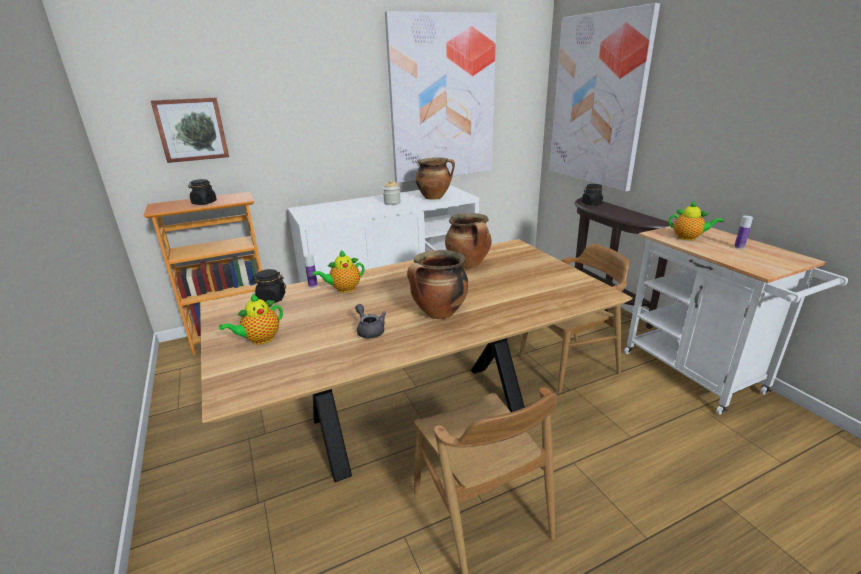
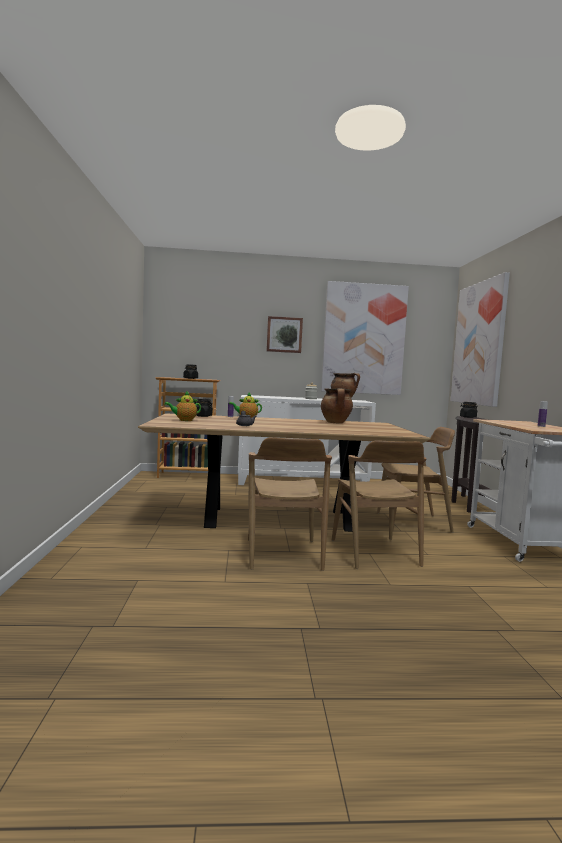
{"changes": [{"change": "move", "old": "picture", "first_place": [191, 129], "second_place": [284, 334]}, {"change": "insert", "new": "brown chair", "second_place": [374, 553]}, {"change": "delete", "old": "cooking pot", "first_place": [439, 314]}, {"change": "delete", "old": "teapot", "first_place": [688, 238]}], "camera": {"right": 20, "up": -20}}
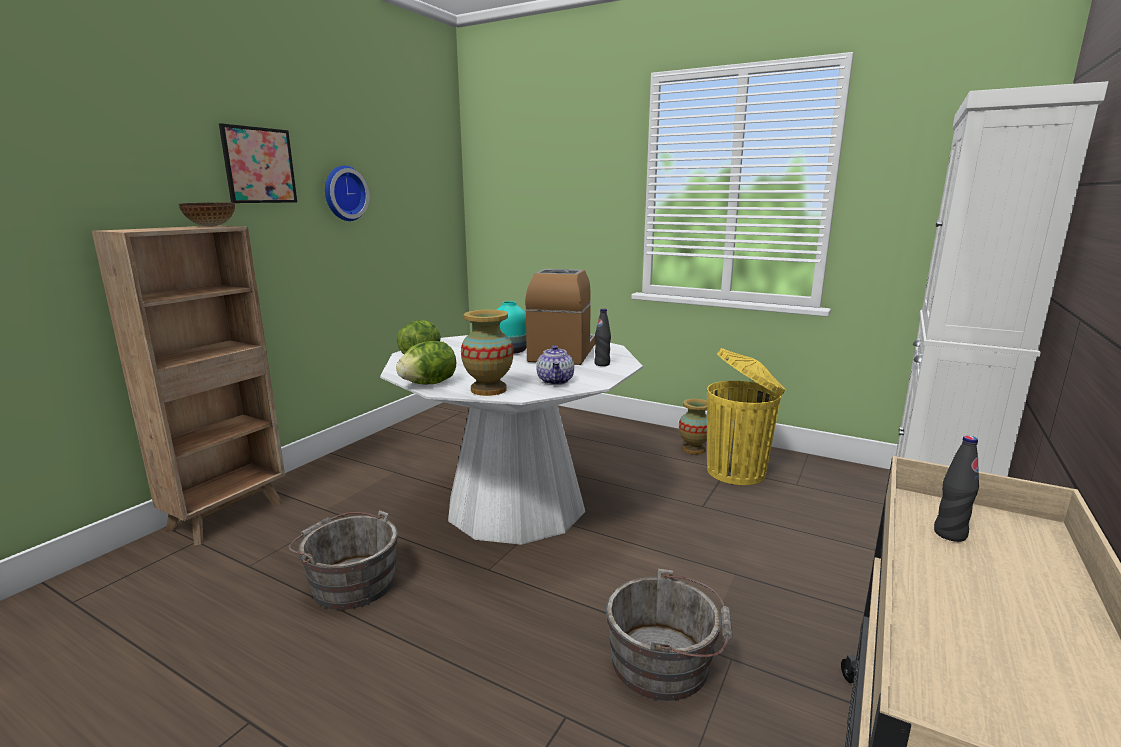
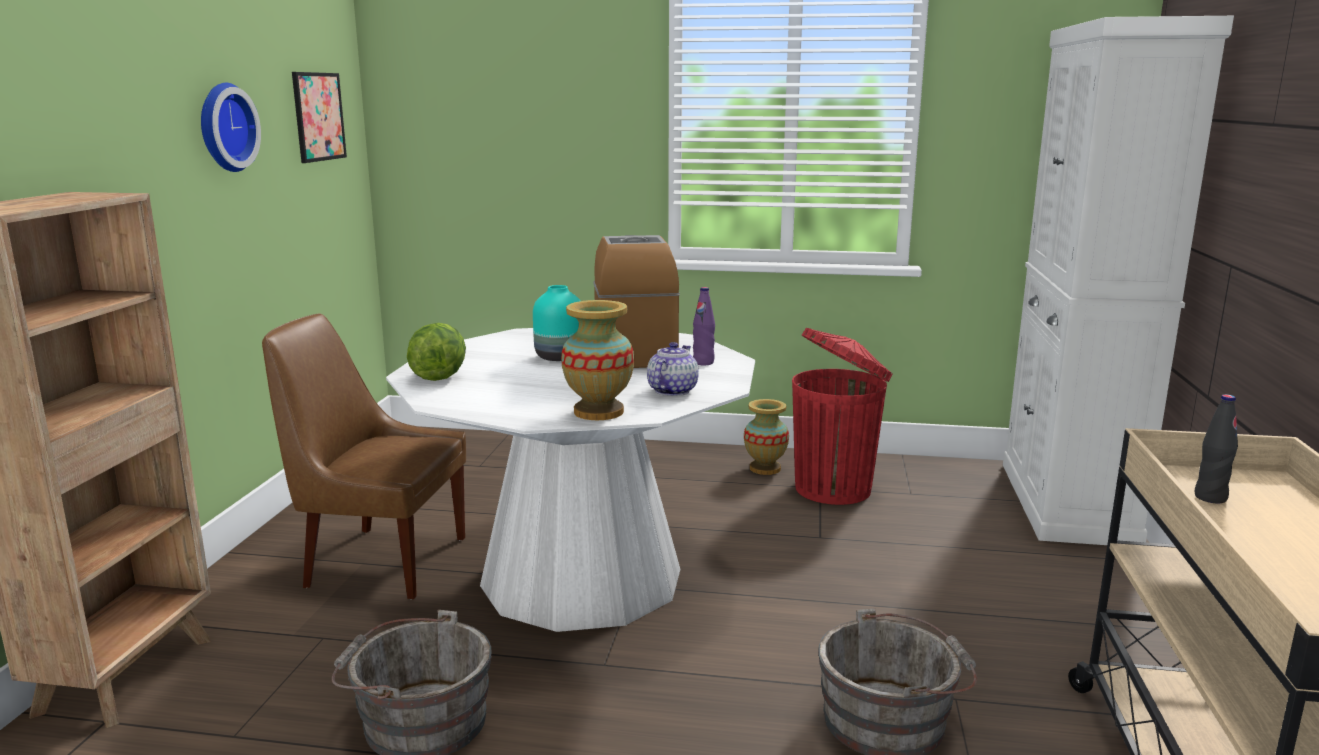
{"changes": [{"change": "insert", "new": "brown chair", "second_place": [381, 561]}, {"change": "move", "old": "picture", "first_place": [259, 165], "second_place": [318, 116]}, {"change": "rotate", "old": "teapot", "first_place": [556, 381], "second_place": [672, 391], "degrees": -135}, {"change": "recolor", "old": "black bottle", "new": "purple bottle", "first_place": [602, 364], "second_place": [703, 362]}, {"change": "recolor", "old": "yellow trash can", "new": "red trash can", "first_place": [738, 471], "second_place": [835, 488]}, {"change": "delete", "old": "bowl", "first_place": [210, 226]}, {"change": "delete", "old": "lettuce", "first_place": [429, 384]}], "camera": {"right": -20, "up": 0}}
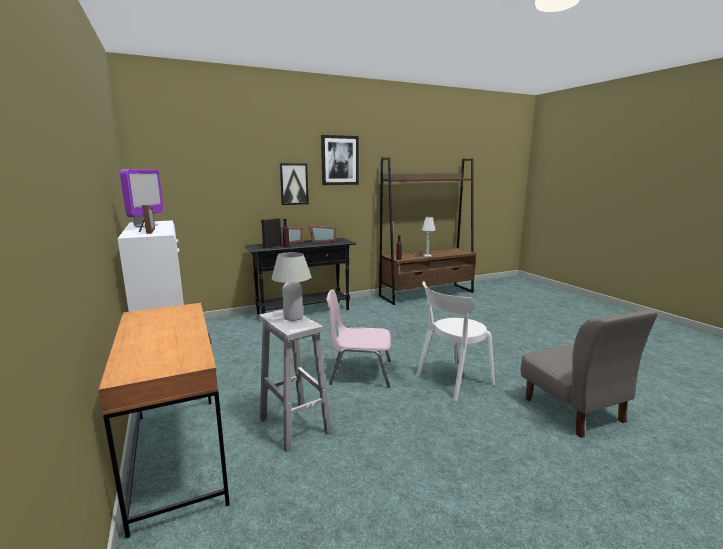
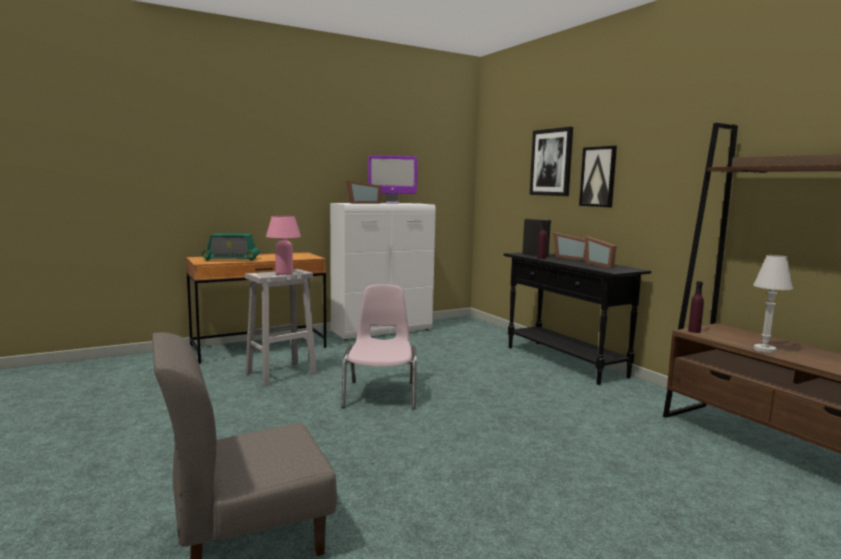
{"changes": [{"change": "insert", "new": "radio", "second_place": [231, 259]}, {"change": "recolor", "old": "white table lamp", "new": "pink table lamp", "first_place": [293, 318], "second_place": [284, 273]}, {"change": "move", "old": "picture", "first_place": [339, 160], "second_place": [551, 162]}, {"change": "delete", "old": "white chair", "first_place": [452, 381]}], "camera": {"right": 85, "up": -5}}
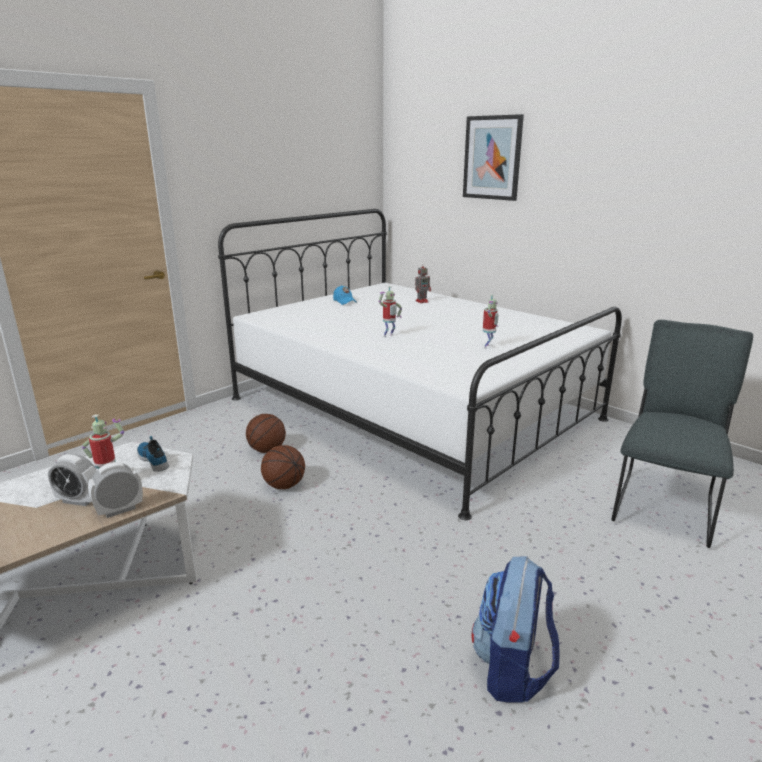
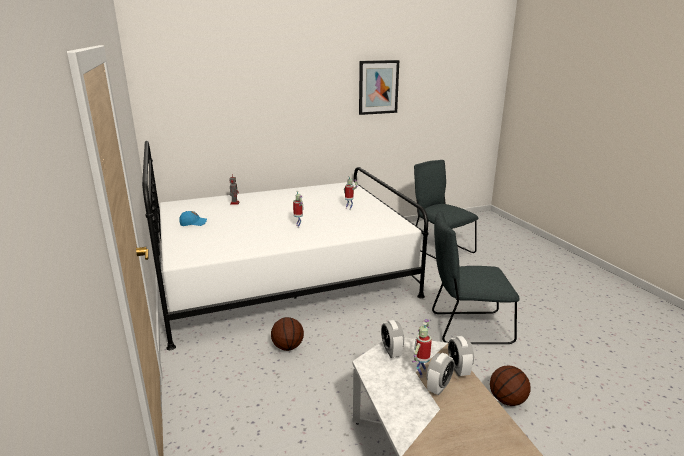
{"changes": [{"change": "move", "old": "picture", "first_place": [492, 158], "second_place": [378, 87]}, {"change": "replace", "old": "shoe", "new": "alarm clock", "first_place": [154, 459], "second_place": [391, 351]}, {"change": "insert", "new": "grey chair", "second_place": [466, 328]}, {"change": "move", "old": "basketball", "first_place": [284, 485], "second_place": [507, 400]}, {"change": "delete", "old": "backpack", "first_place": [512, 669]}], "camera": {"right": -65, "up": 0}}
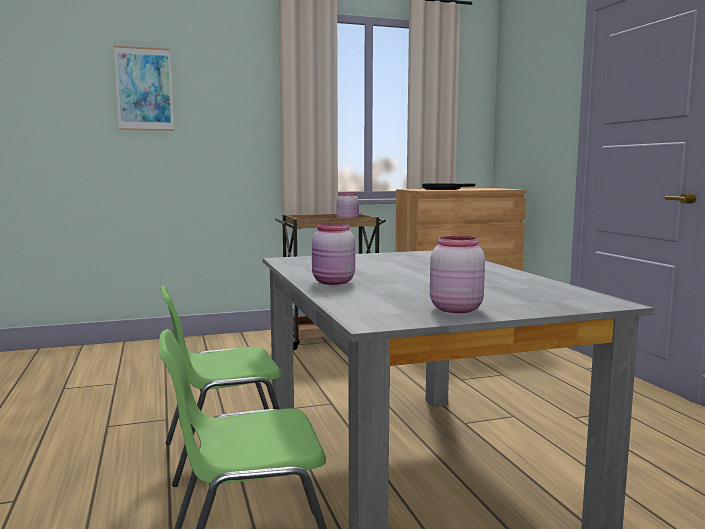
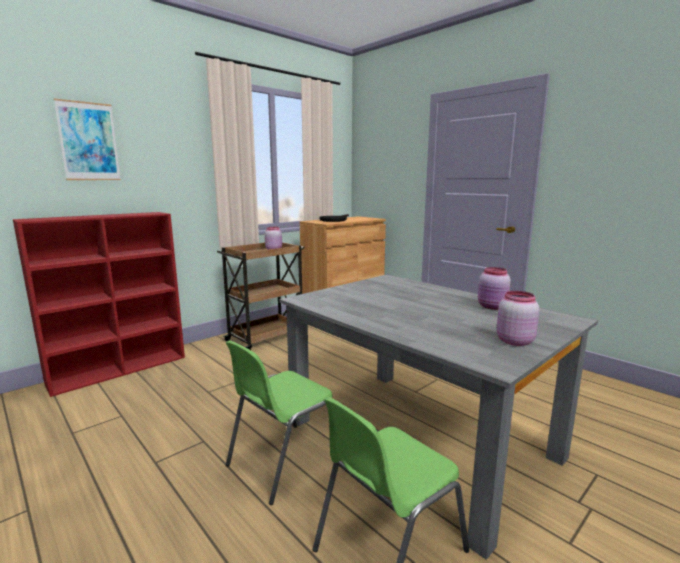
{"changes": [{"change": "insert", "new": "red bookcase", "second_place": [120, 369]}, {"change": "move", "old": "pink jar", "first_place": [333, 282], "second_place": [492, 307]}], "camera": {"right": -25, "up": 5}}
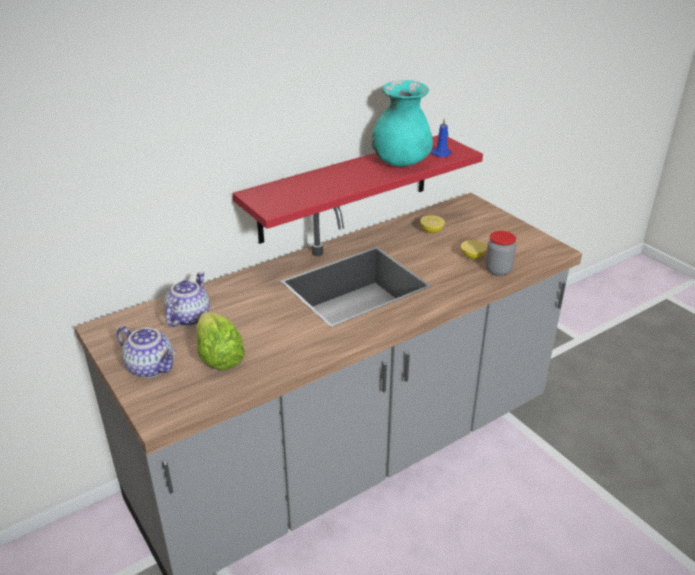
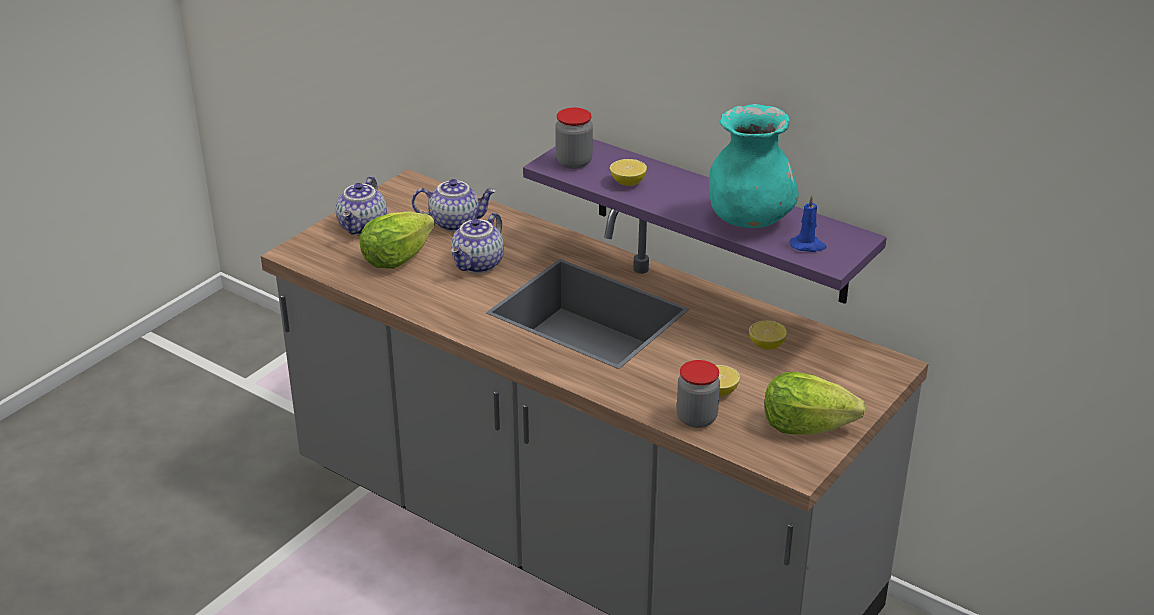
{"changes": [{"change": "insert", "new": "teapot", "second_place": [479, 265]}, {"change": "recolor", "old": "red shelf", "new": "purple shelf", "first_place": [345, 188], "second_place": [720, 219]}, {"change": "insert", "new": "jar", "second_place": [574, 162]}, {"change": "insert", "new": "lemon", "second_place": [628, 183]}, {"change": "insert", "new": "lettuce", "second_place": [805, 426]}], "camera": {"right": 70, "up": 0}}
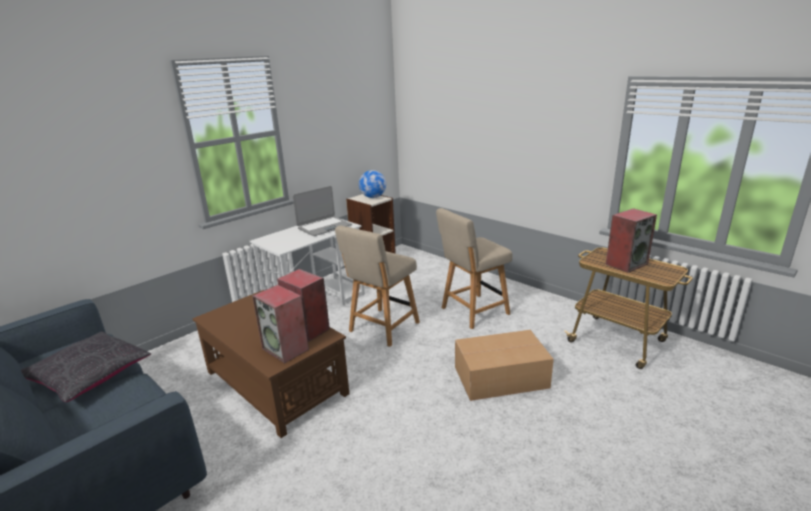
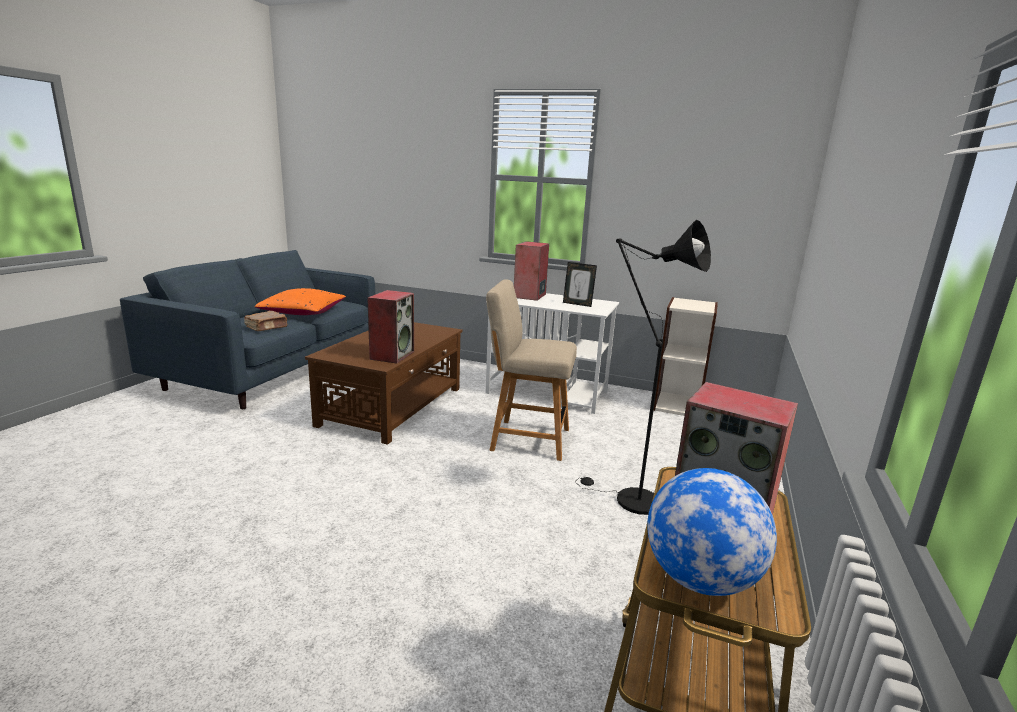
{"changes": [{"change": "insert", "new": "brown book", "second_place": [267, 328]}, {"change": "recolor", "old": "black pillow", "new": "orange pillow", "first_place": [90, 376], "second_place": [303, 313]}, {"change": "move", "old": "speaker", "first_place": [286, 349], "second_place": [530, 296]}, {"change": "replace", "old": "laptop", "new": "picture frame", "first_place": [324, 227], "second_place": [577, 304]}, {"change": "replace", "old": "beige chair", "new": "black floor lamp", "first_place": [472, 312], "second_place": [629, 499]}, {"change": "move", "old": "globe", "first_place": [373, 197], "second_place": [700, 580]}, {"change": "delete", "old": "cardboard box", "first_place": [502, 377]}], "camera": {"right": 65, "up": -5}}
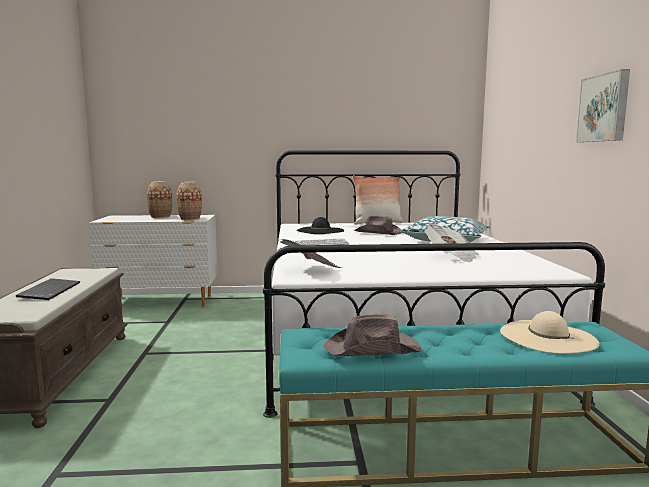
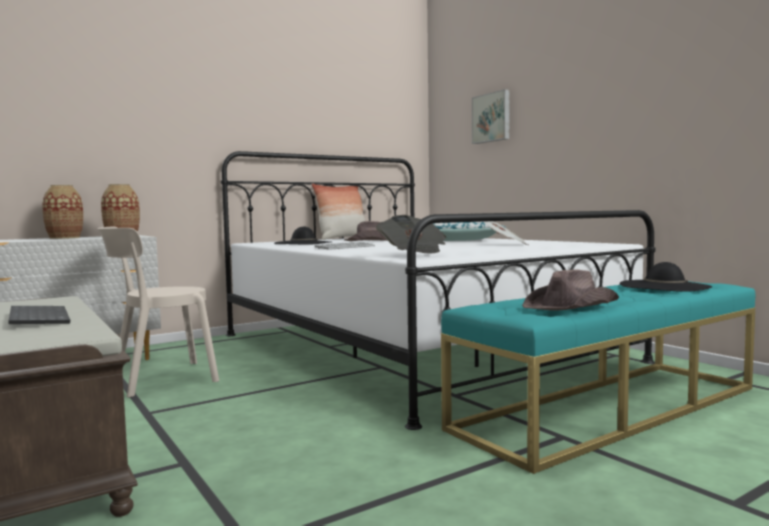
{"changes": [{"change": "insert", "new": "beige chair", "second_place": [158, 379]}, {"change": "move", "old": "picture", "first_place": [604, 108], "second_place": [492, 117]}, {"change": "recolor", "old": "beige hat", "new": "black hat", "first_place": [547, 337], "second_place": [664, 286]}], "camera": {"right": -30, "up": -5}}
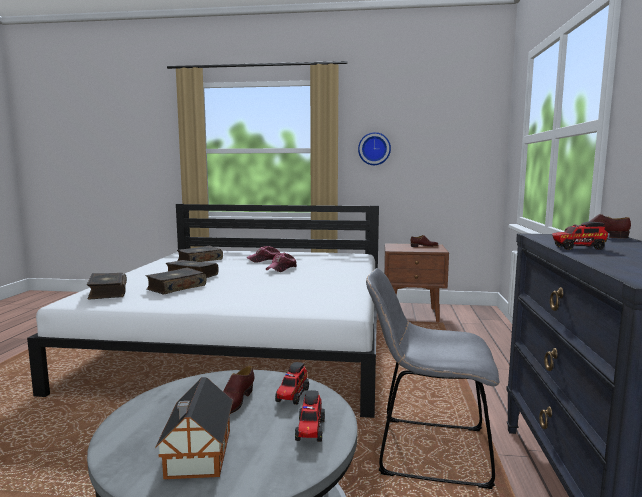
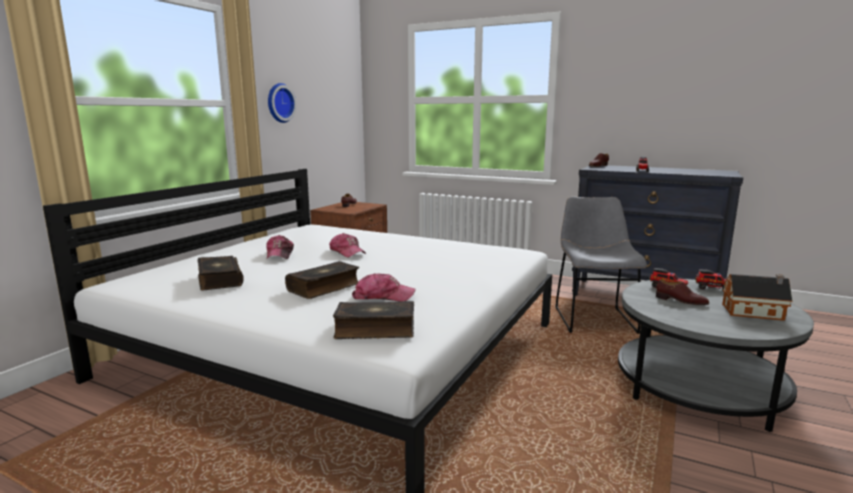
{"changes": [{"change": "replace", "old": "book", "new": "cap", "first_place": [176, 287], "second_place": [383, 296]}, {"change": "rotate", "old": "grey chair", "first_place": [425, 450], "second_place": [593, 318], "degrees": 150}], "camera": {"right": -70, "up": 5}}
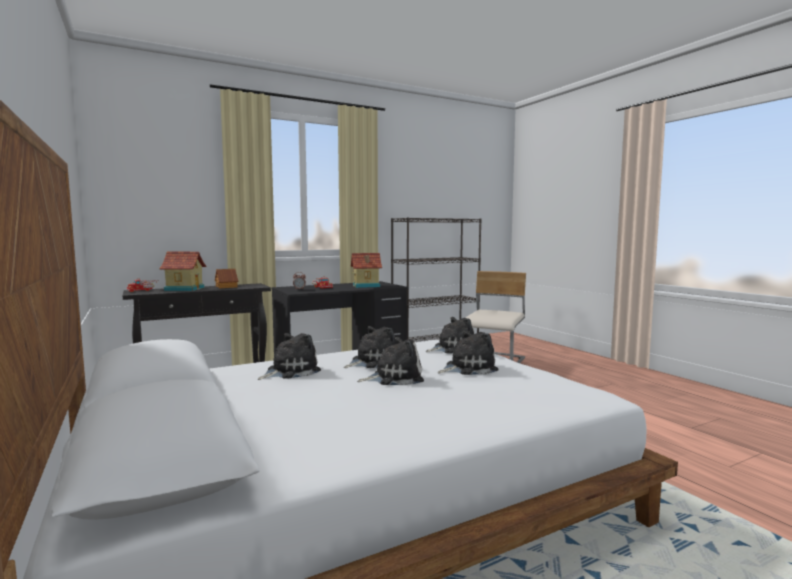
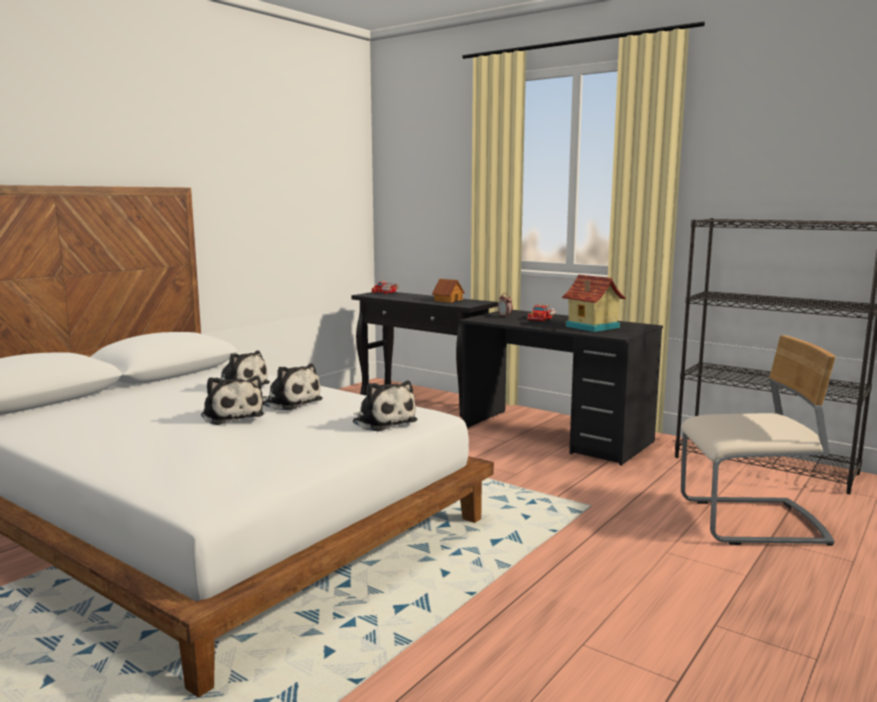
{"changes": [{"change": "delete", "old": "toy house", "first_place": [185, 289]}, {"change": "delete", "old": "plush toy", "first_place": [468, 368]}], "camera": {"right": 65, "up": 5}}
